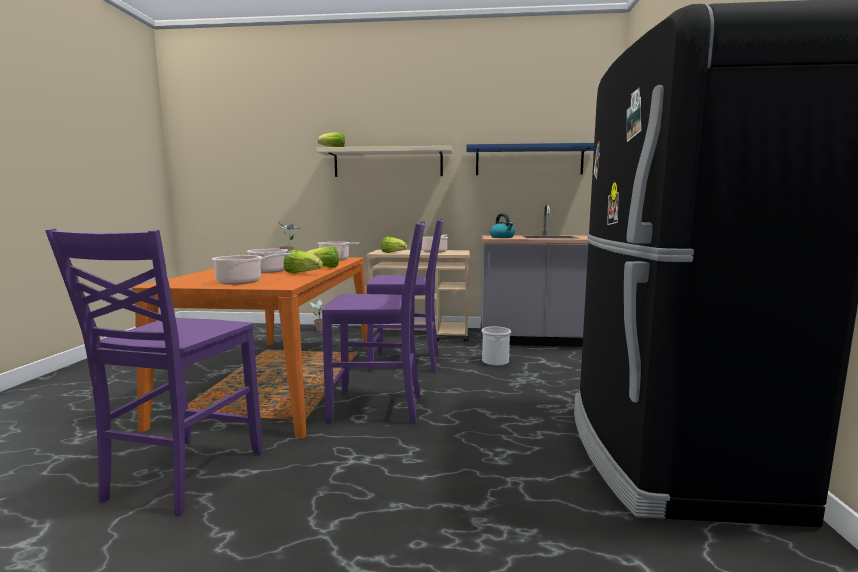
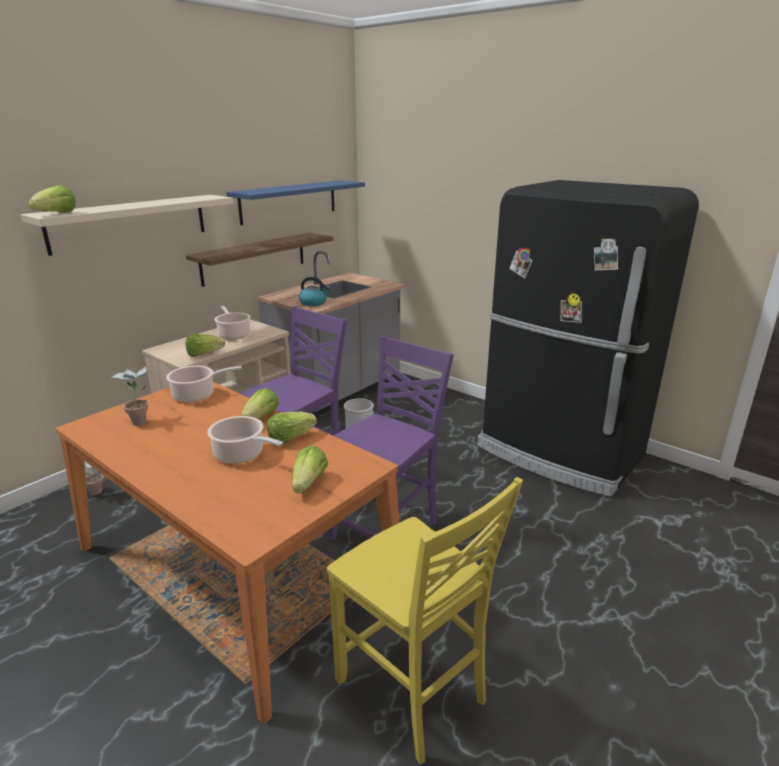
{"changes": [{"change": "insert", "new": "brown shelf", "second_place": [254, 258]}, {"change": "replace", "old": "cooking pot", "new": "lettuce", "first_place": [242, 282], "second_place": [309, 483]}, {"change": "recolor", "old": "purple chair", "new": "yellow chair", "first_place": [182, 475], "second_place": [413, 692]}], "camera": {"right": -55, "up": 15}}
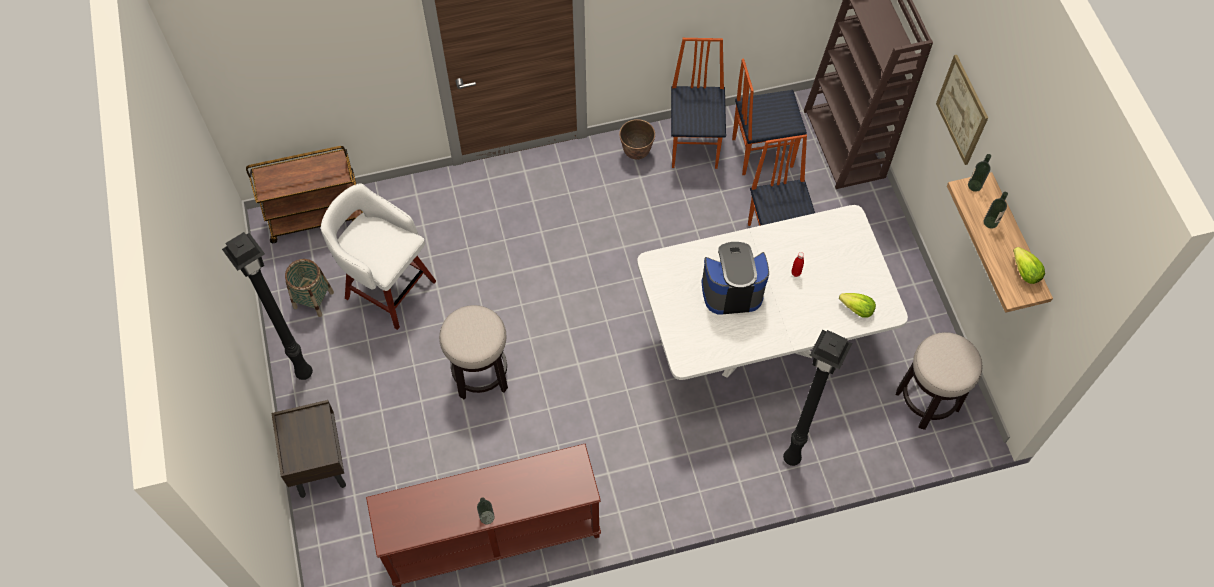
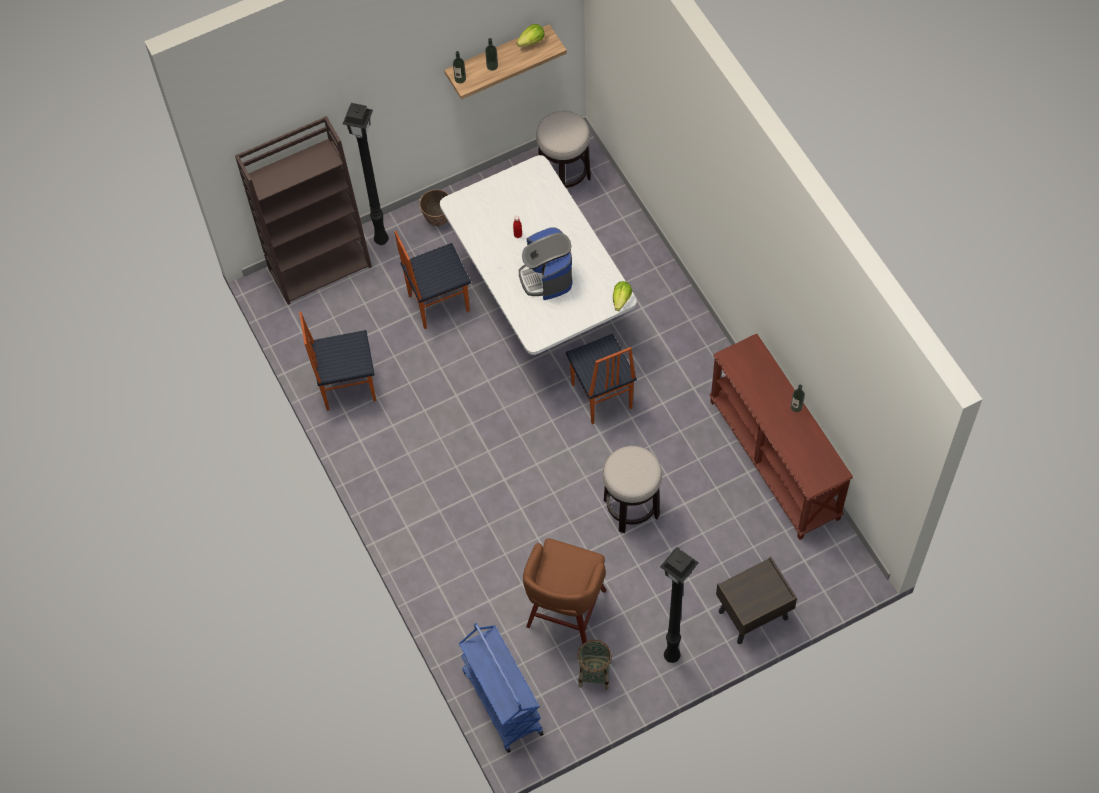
{"changes": [{"change": "move", "old": "black floor lamp", "first_place": [792, 460], "second_place": [382, 239]}, {"change": "move", "old": "planter", "first_place": [636, 152], "second_place": [438, 219]}, {"change": "recolor", "old": "brown cart", "new": "blue cart", "first_place": [317, 216], "second_place": [502, 701]}, {"change": "recolor", "old": "white stool", "new": "brown stool", "first_place": [388, 288], "second_place": [565, 611]}, {"change": "move", "old": "chair", "first_place": [761, 152], "second_place": [601, 397]}, {"change": "move", "old": "lettuce", "first_place": [857, 309], "second_place": [621, 299]}, {"change": "delete", "old": "picture", "first_place": [962, 110]}], "camera": {"right": -100, "up": 0}}
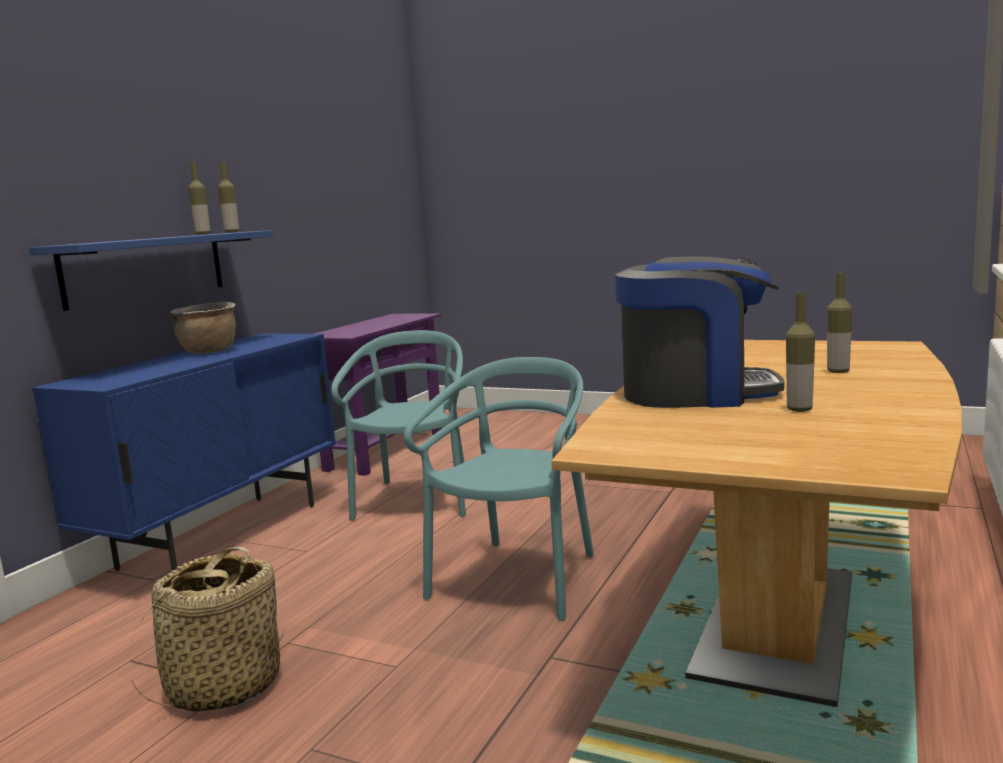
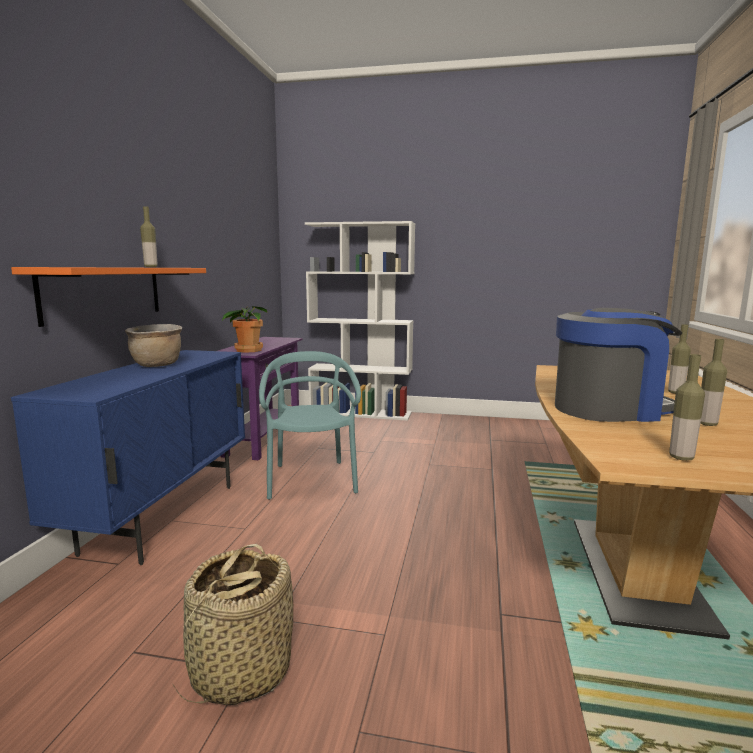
{"changes": [{"change": "recolor", "old": "blue shelf", "new": "orange shelf", "first_place": [146, 268], "second_place": [104, 292]}, {"change": "insert", "new": "potted plant", "second_place": [247, 350]}, {"change": "insert", "new": "white bookcase", "second_place": [361, 413]}, {"change": "move", "old": "bottle", "first_place": [232, 232], "second_place": [681, 458]}, {"change": "delete", "old": "turquoise chair", "first_place": [517, 579]}], "camera": {"right": -15, "up": 0}}
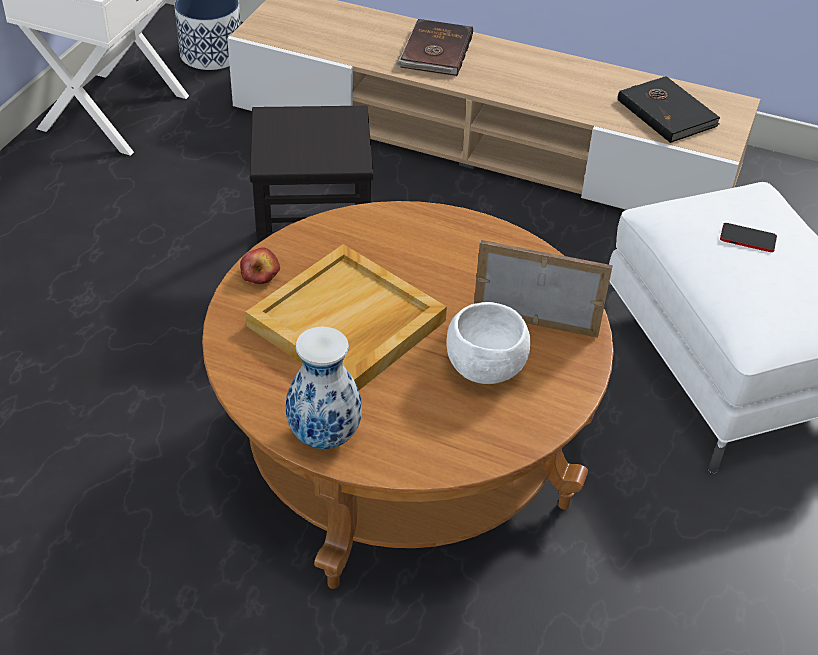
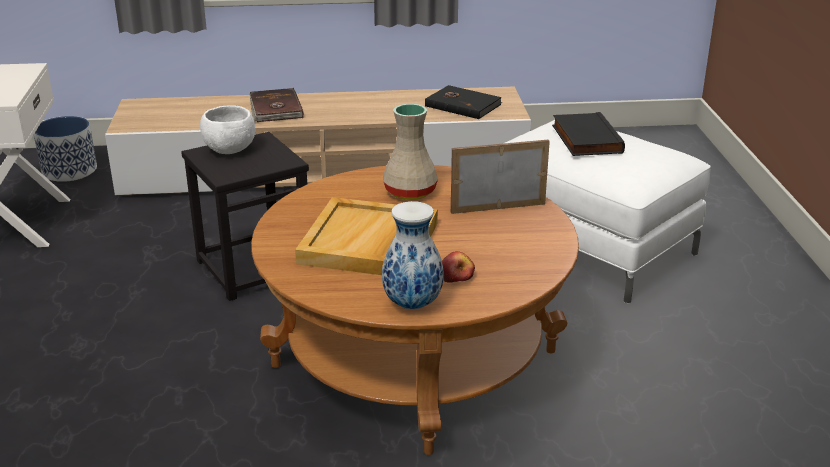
{"changes": [{"change": "move", "old": "white bowl", "first_place": [485, 369], "second_place": [230, 150]}, {"change": "insert", "new": "beige vase", "second_place": [411, 192]}, {"change": "move", "old": "apple", "first_place": [260, 274], "second_place": [456, 276]}, {"change": "replace", "old": "phone", "new": "black book", "first_place": [747, 238], "second_place": [584, 139]}], "camera": {"right": -25, "up": -15}}
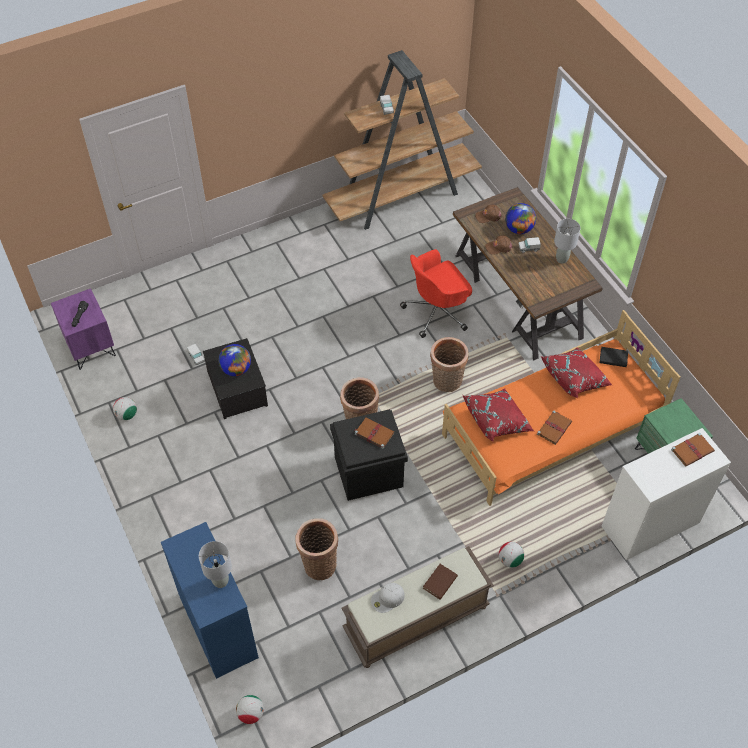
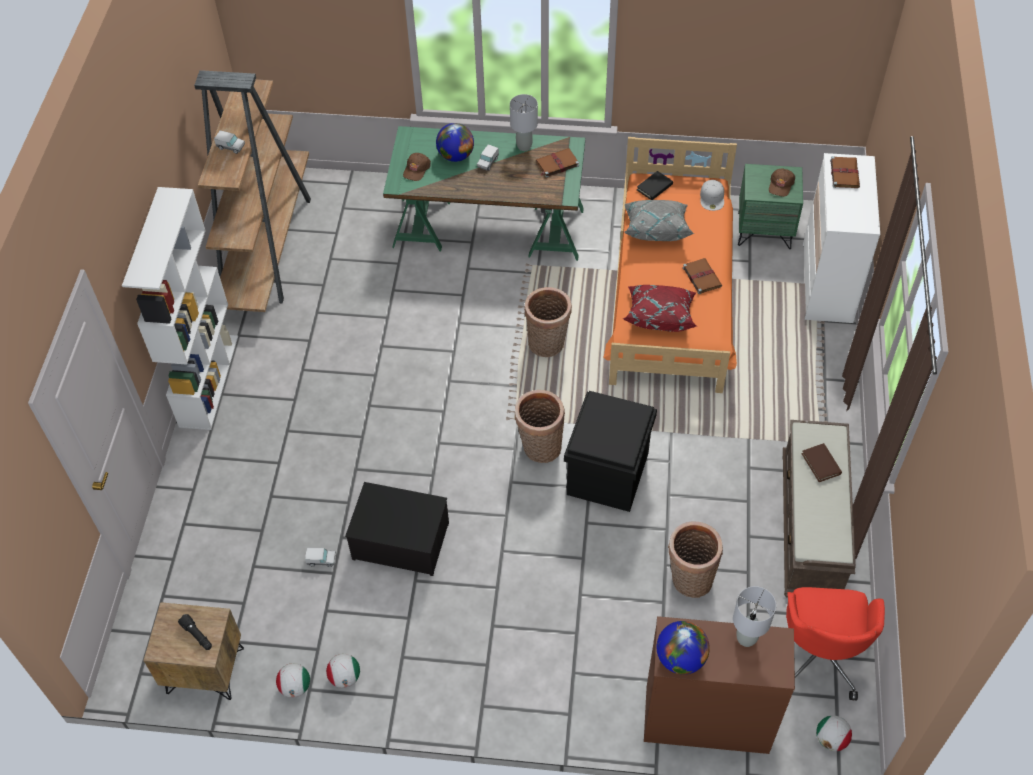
{"changes": [{"change": "insert", "new": "white bookcase", "second_place": [208, 380]}, {"change": "recolor", "old": "purple nightstand", "new": "brown nightstand", "first_place": [90, 347], "second_place": [205, 671]}, {"change": "move", "old": "football", "first_place": [510, 560], "second_place": [295, 687]}, {"change": "recolor", "old": "brown desk", "new": "green desk", "first_place": [518, 296], "second_place": [489, 227]}, {"change": "move", "old": "brown book", "first_place": [373, 433], "second_place": [556, 164]}, {"change": "recolor", "old": "red pillow", "new": "grey pillow", "first_place": [575, 378], "second_place": [656, 228]}, {"change": "recolor", "old": "blue dresser", "new": "brown dresser", "first_place": [218, 627], "second_place": [706, 719]}, {"change": "move", "old": "globe", "first_place": [236, 369], "second_place": [680, 658]}, {"change": "move", "old": "white cap", "first_place": [387, 599], "second_place": [712, 198]}, {"change": "move", "old": "brown cap", "first_place": [498, 247], "second_place": [781, 185]}, {"change": "move", "old": "red office chair", "first_place": [437, 312], "second_place": [820, 654]}], "camera": {"right": -55, "up": 0}}
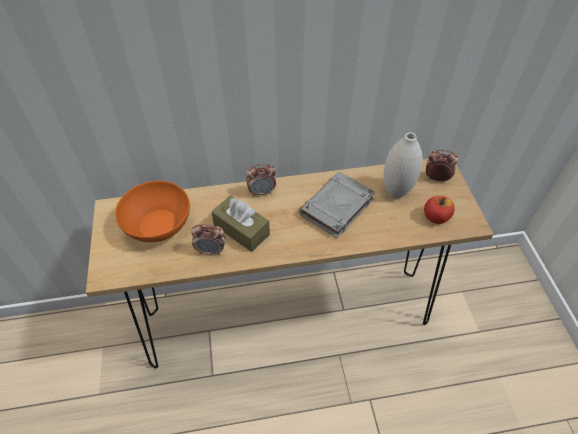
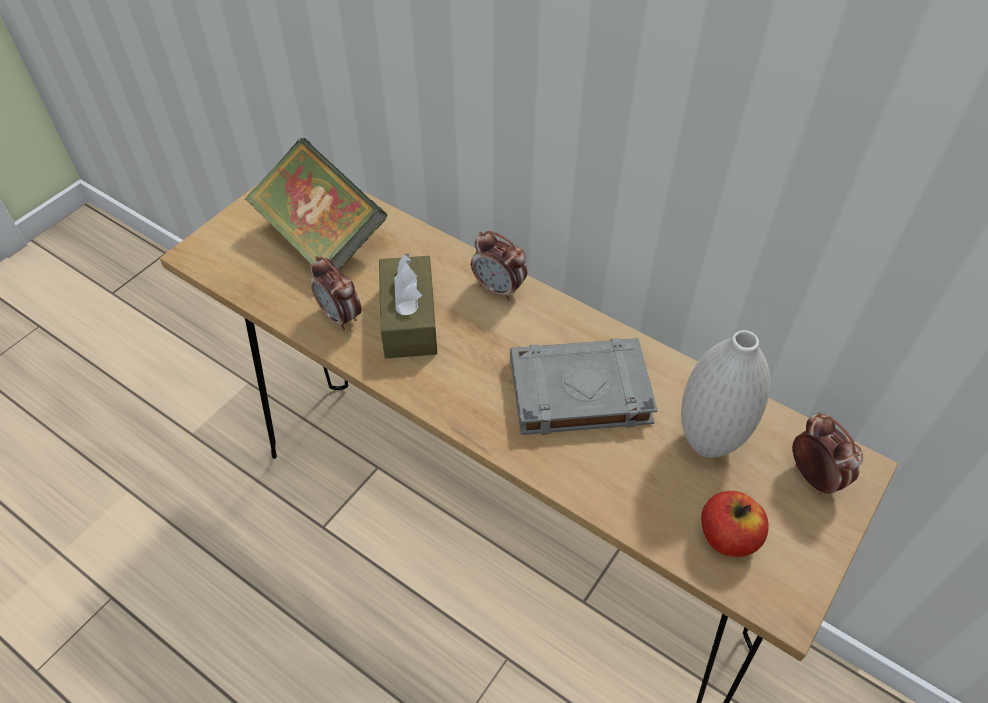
{"changes": [{"change": "replace", "old": "orange bowl", "new": "book", "first_place": [158, 225], "second_place": [322, 237]}], "camera": {"right": 45, "up": 0}}
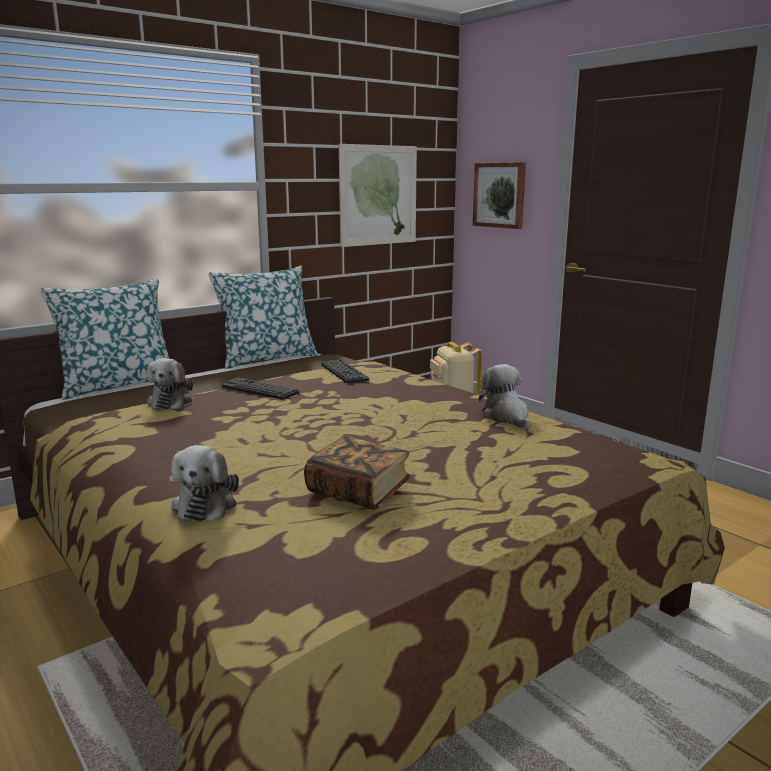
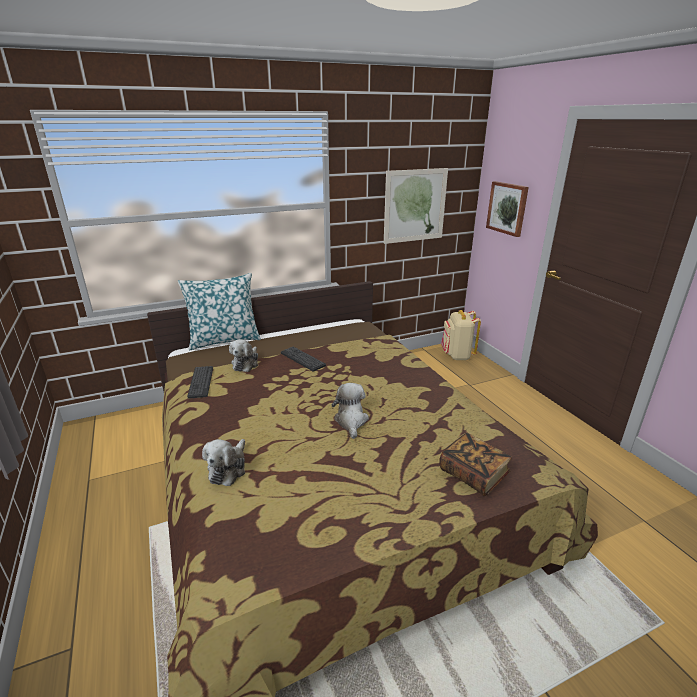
{"changes": [{"change": "move", "old": "keyboard", "first_place": [344, 372], "second_place": [201, 382]}, {"change": "move", "old": "plush toy", "first_place": [506, 417], "second_place": [351, 421]}, {"change": "move", "old": "book", "first_place": [358, 491], "second_place": [473, 474]}, {"change": "delete", "old": "pillow", "first_place": [267, 359]}], "camera": {"right": 15, "up": 10}}
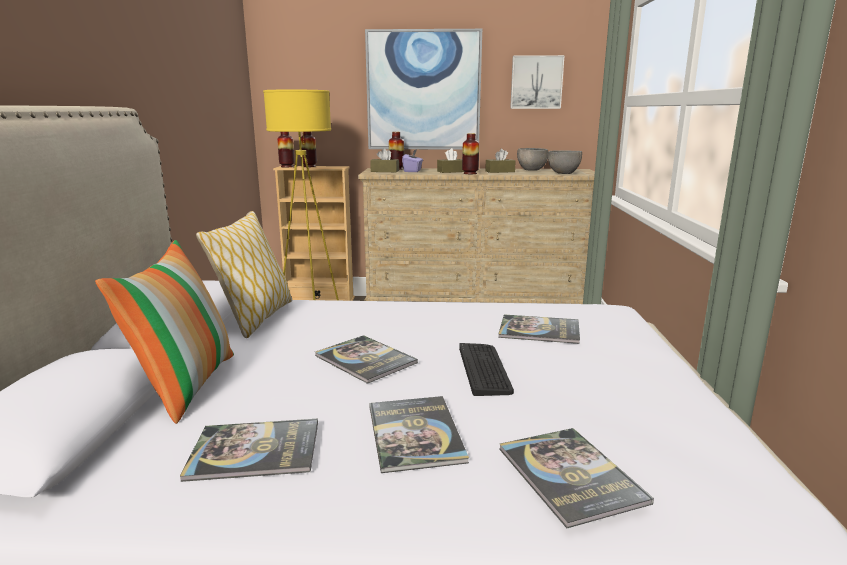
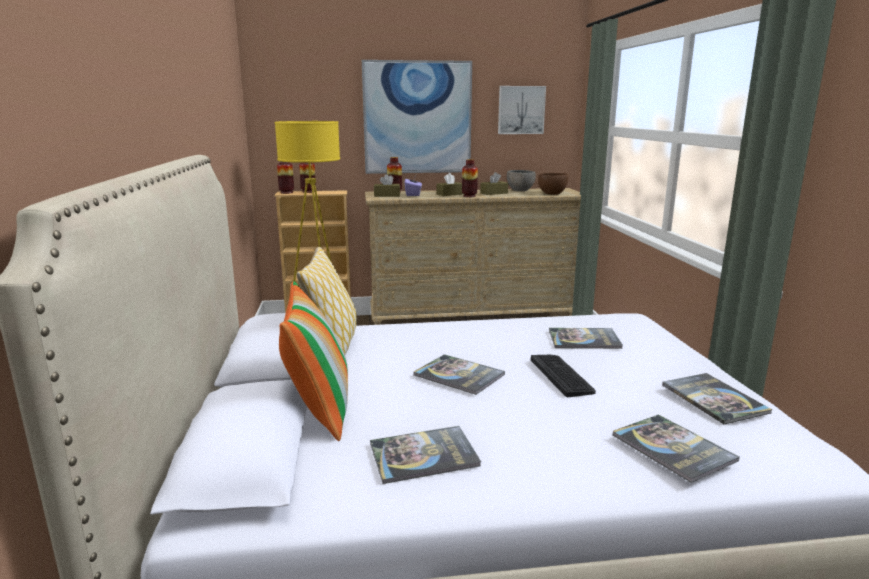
{"changes": [{"change": "recolor", "old": "grey bowl", "new": "brown bowl", "first_place": [563, 173], "second_place": [552, 194]}, {"change": "move", "old": "book", "first_place": [415, 434], "second_place": [714, 399]}], "camera": {"right": -10, "up": 0}}
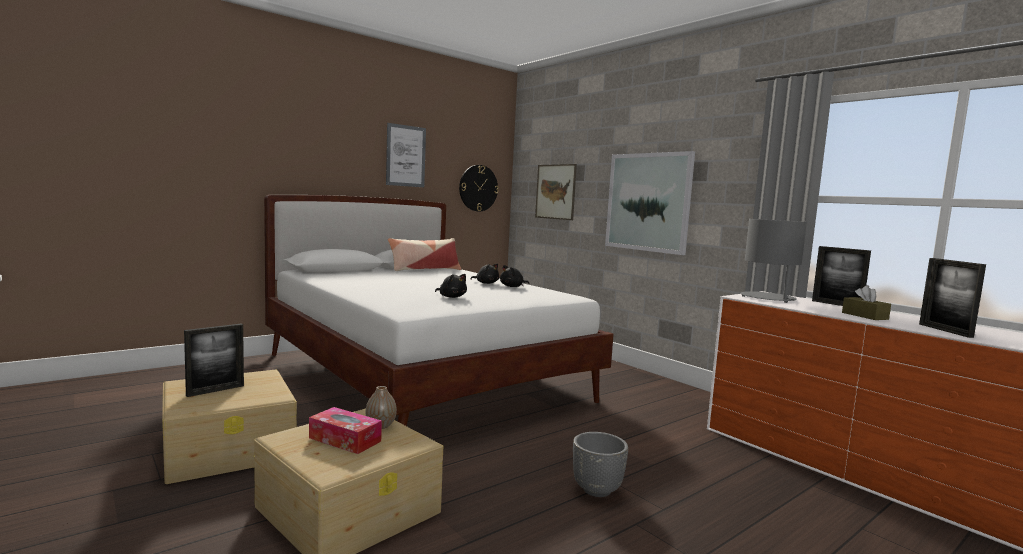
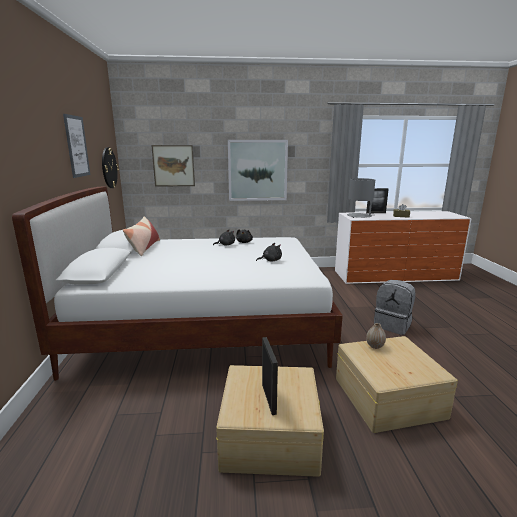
{"changes": [{"change": "replace", "old": "grey planter", "new": "grey backpack", "first_place": [597, 490], "second_place": [392, 325]}, {"change": "delete", "old": "tissue box", "first_place": [345, 439]}, {"change": "delete", "old": "picture frame", "first_place": [945, 330]}], "camera": {"right": -55, "up": 10}}
